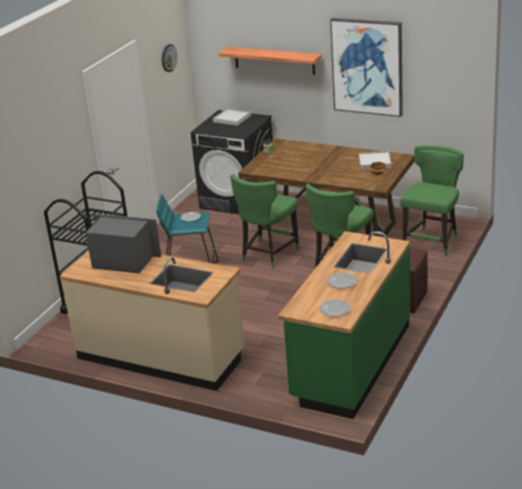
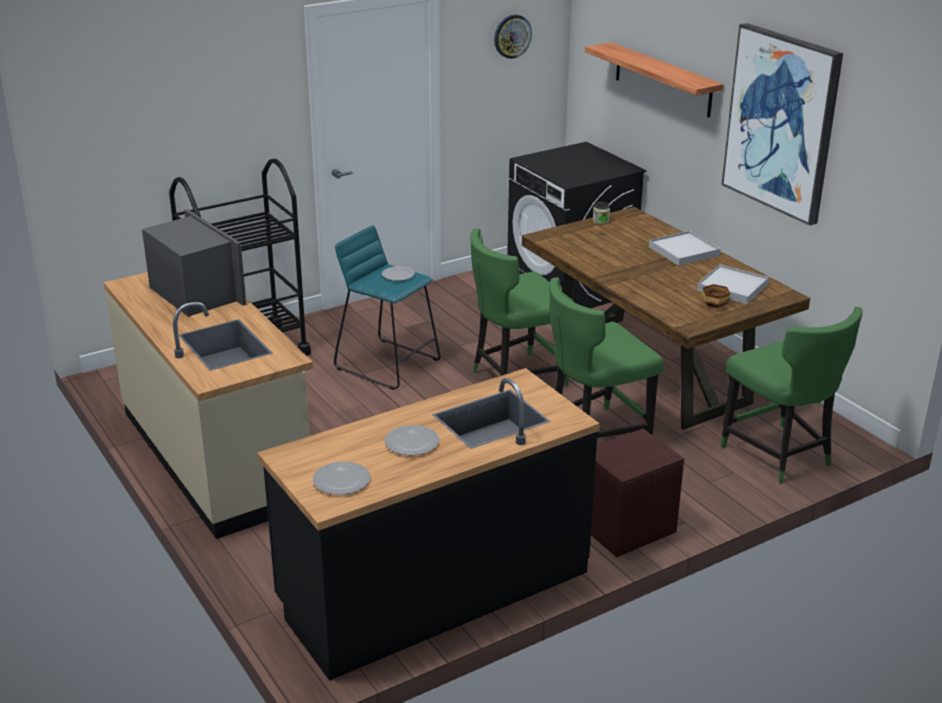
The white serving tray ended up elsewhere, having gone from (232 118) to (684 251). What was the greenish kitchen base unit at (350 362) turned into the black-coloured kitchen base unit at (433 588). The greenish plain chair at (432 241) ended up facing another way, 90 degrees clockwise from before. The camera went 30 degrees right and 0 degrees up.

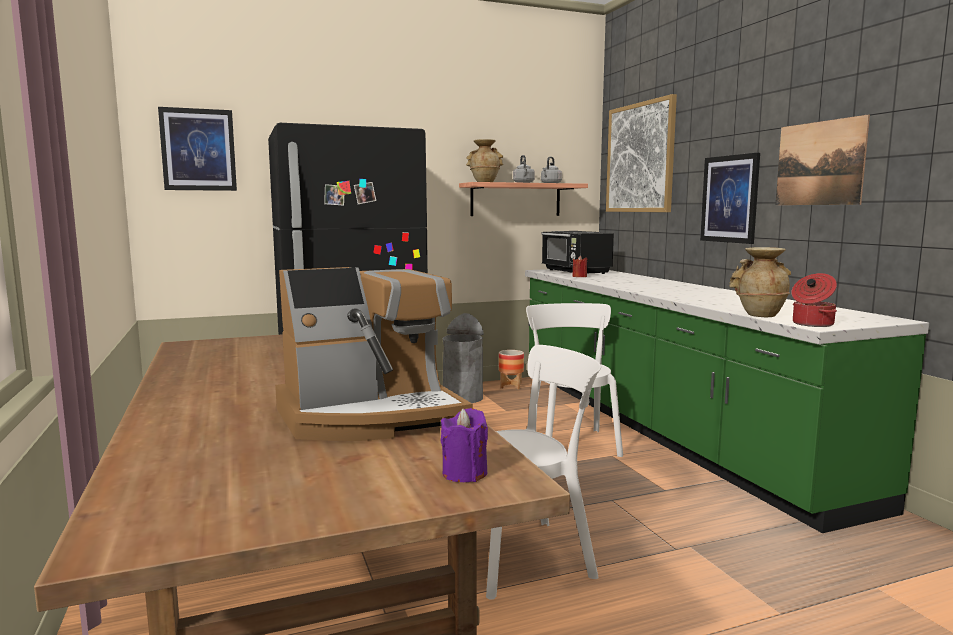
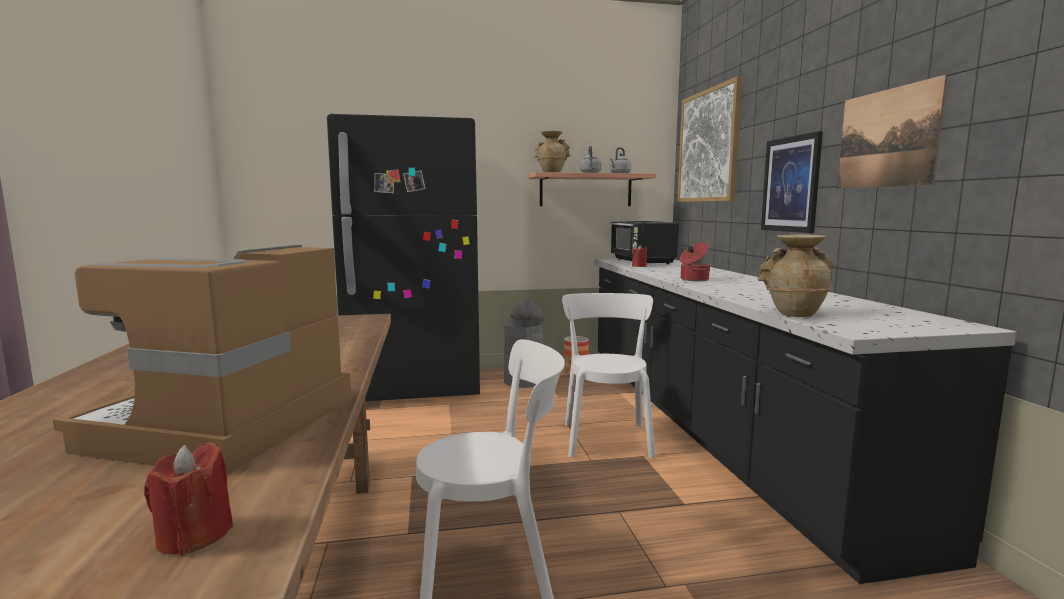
The second view lost the wall picture at (198 150). The coffee brewer at (371 416) ended up facing another way, 120 degrees clockwise from before. What was the purple-coloured candle at (464 473) turned into the red candle at (194 535). What was the greenish kitchen base unit at (660 427) turned into the black-coloured kitchen base unit at (709 425). The saucepot ended up elsewhere, having gone from (811 324) to (693 279). The camera went 10 degrees right and 0 degrees up.

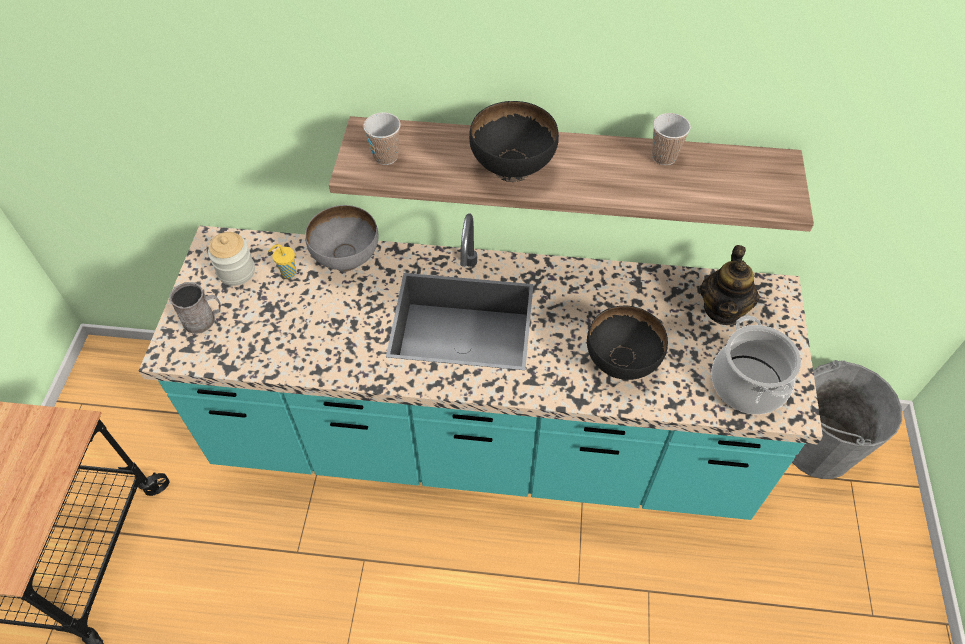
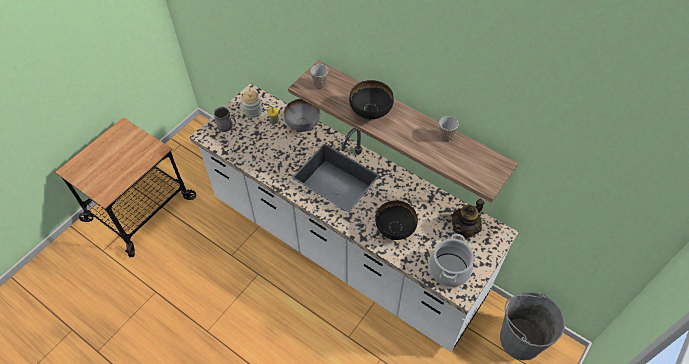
What was the blue-green kitchen base unit at (482 442) turned into the white kitchen base unit at (345 248). The camera went 30 degrees right and 0 degrees up.

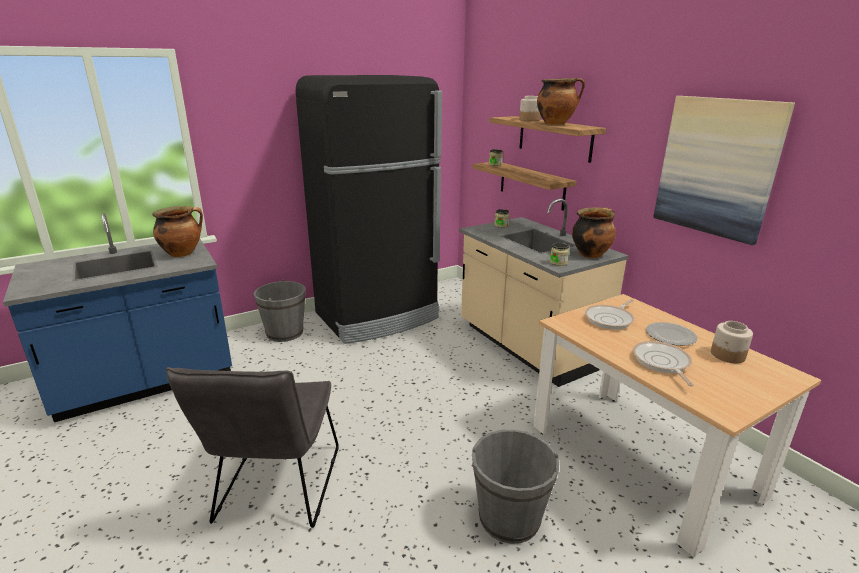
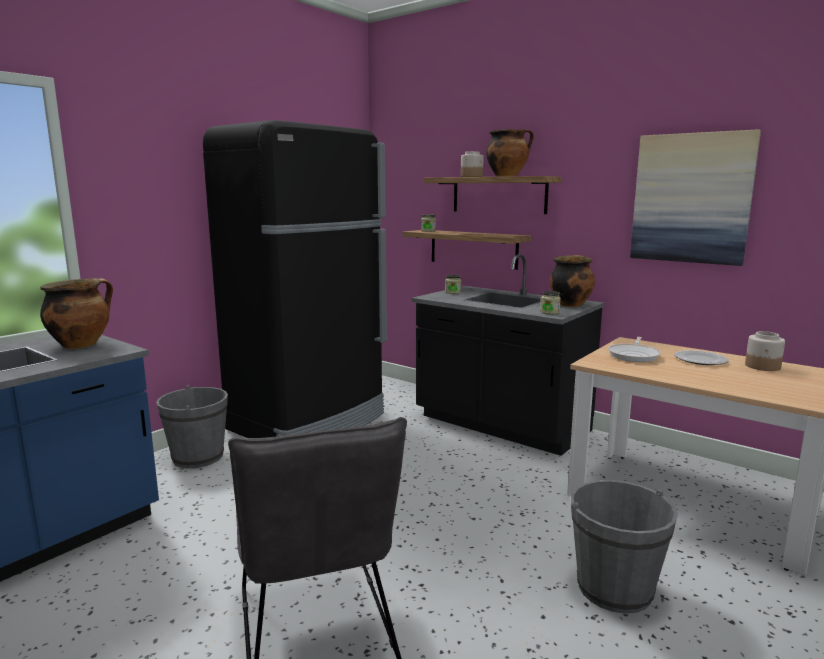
What was the beige kitchen base unit at (527 346) turned into the black-coloured kitchen base unit at (501 425). The second view lost the skillet at (661 363). The camera went 20 degrees left and 10 degrees down.

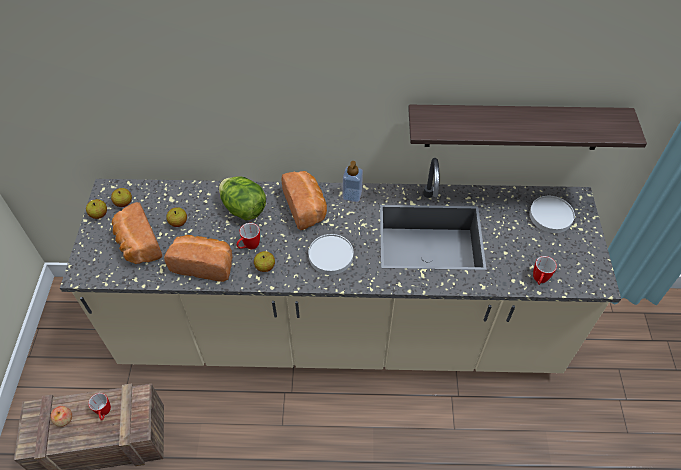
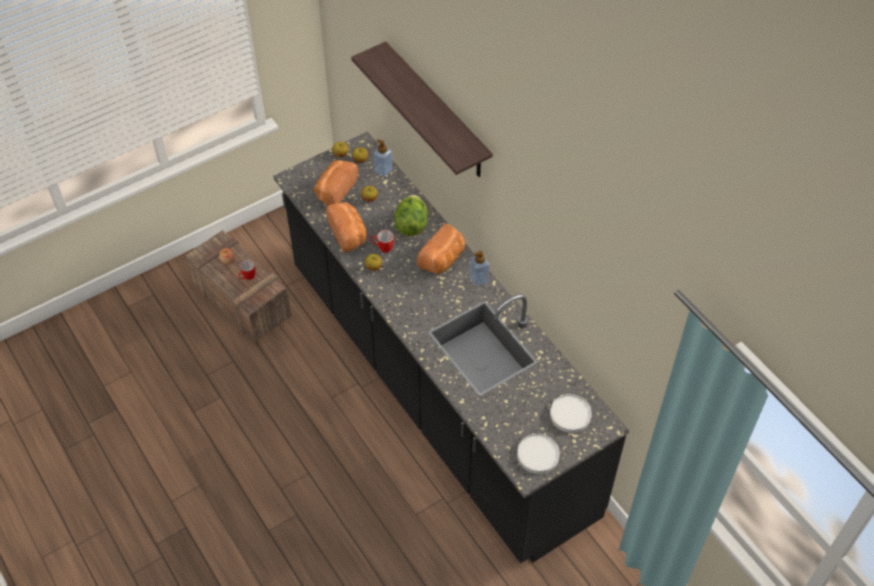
What was the beige kitchen base unit at (340 333) turned into the black-coloured kitchen base unit at (437 389). The white plate ended up elsewhere, having gone from (330 256) to (537 455). The shelf ended up elsewhere, having gone from (515 127) to (437 112). The second view lost the mug at (539 281). The second view gained the soap bottle at (383 170). The camera went 55 degrees right and 0 degrees up.

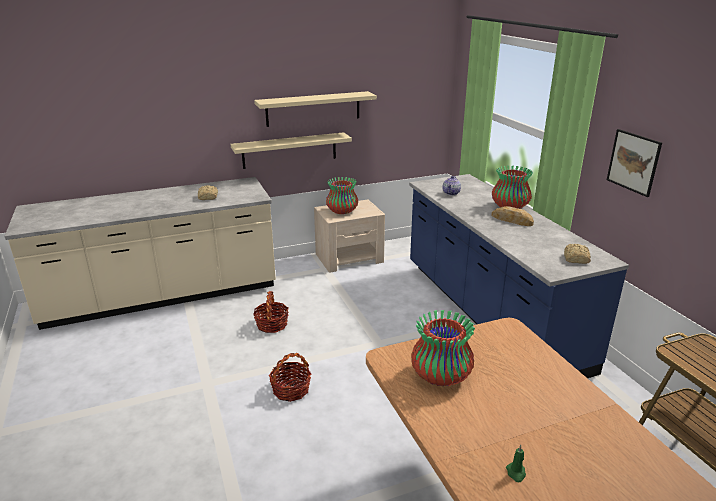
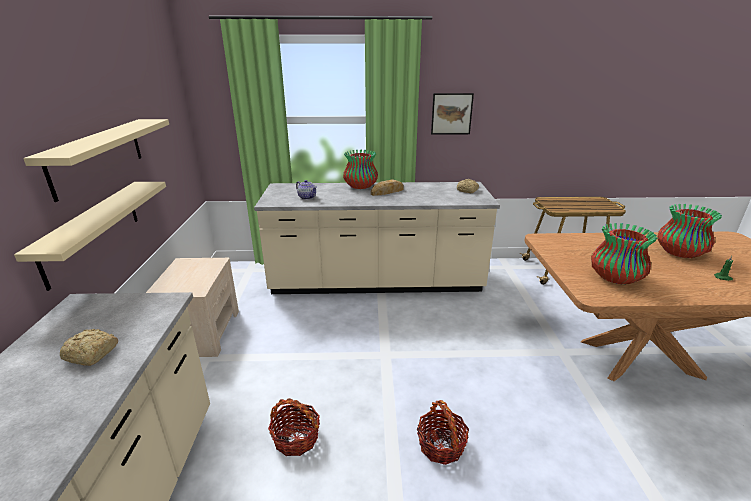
The vase ended up elsewhere, having gone from (342 211) to (679 253). What was the bluish kitchen base unit at (489 314) turned into the beige kitchen base unit at (376 282). The camera went 70 degrees left and 0 degrees up.

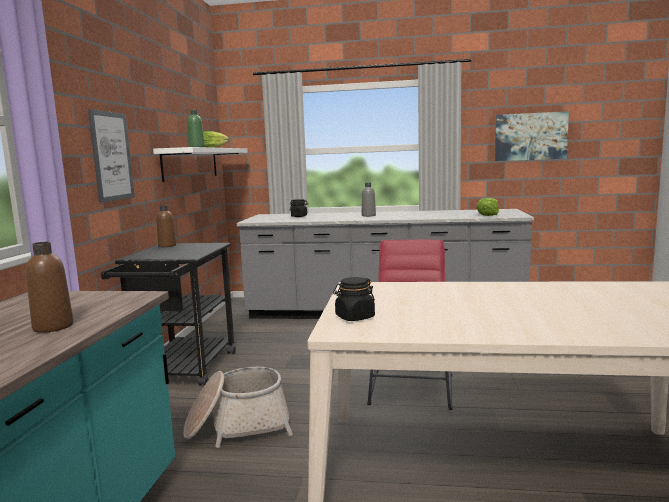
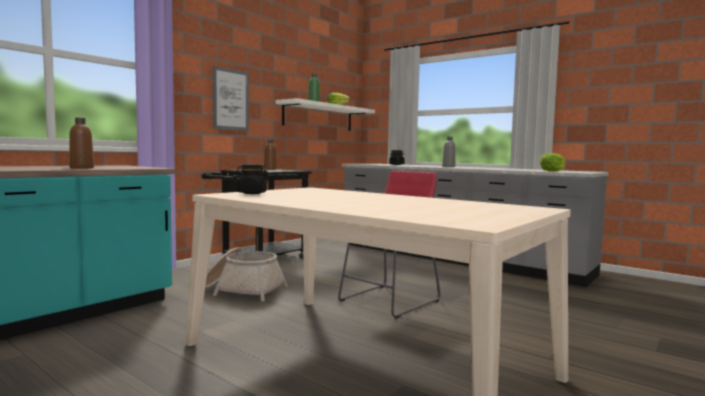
The second view lost the wall picture at (530 136). The camera went 30 degrees right and 5 degrees down.

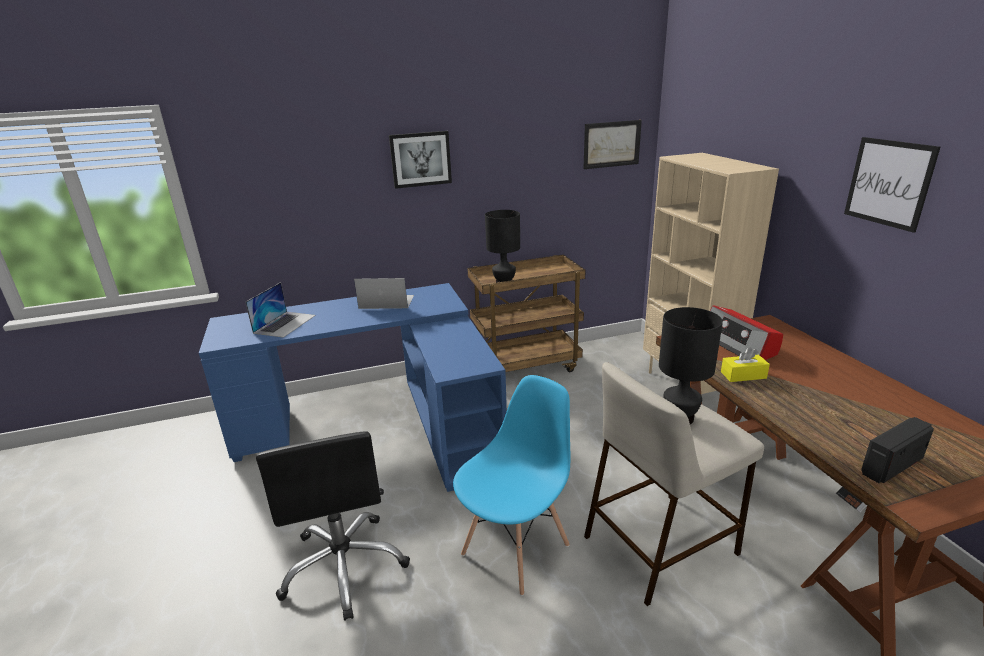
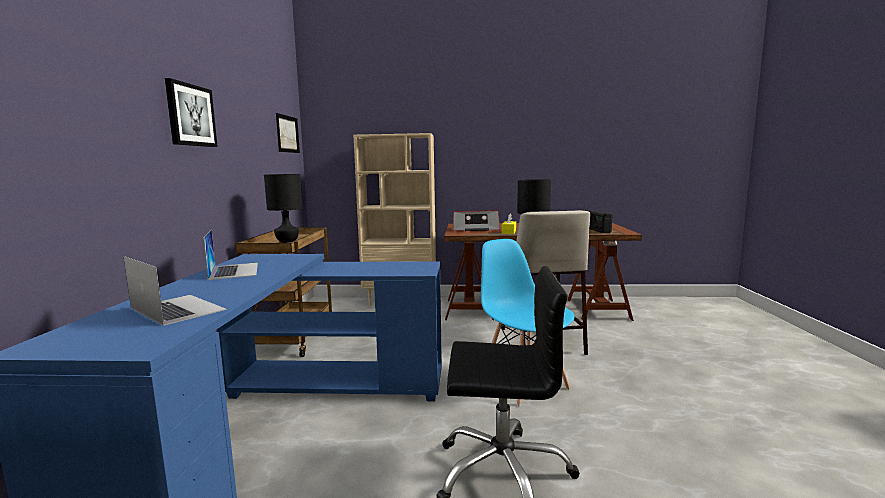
The laptop at (386 302) ended up facing another way, 135 degrees clockwise from before. The second view lost the wall picture at (889 183). The camera went 70 degrees left and 15 degrees down.

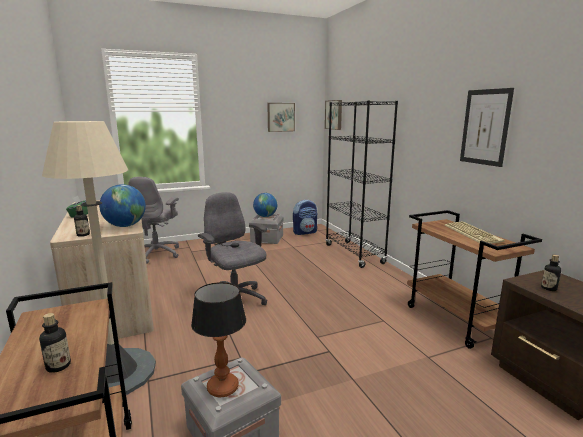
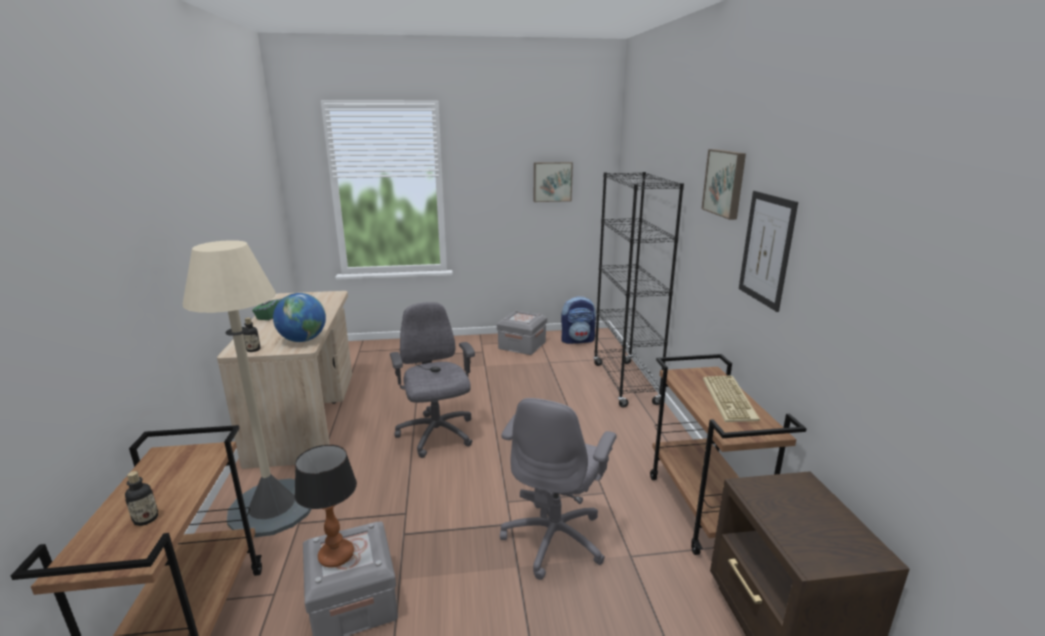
The grey office chair ended up elsewhere, having gone from (157 254) to (555 538). The second view lost the globe at (265 216). The wall picture ended up elsewhere, having gone from (334 114) to (725 183). The second view lost the beverage bottle at (548 288). The camera went 15 degrees right and 5 degrees up.

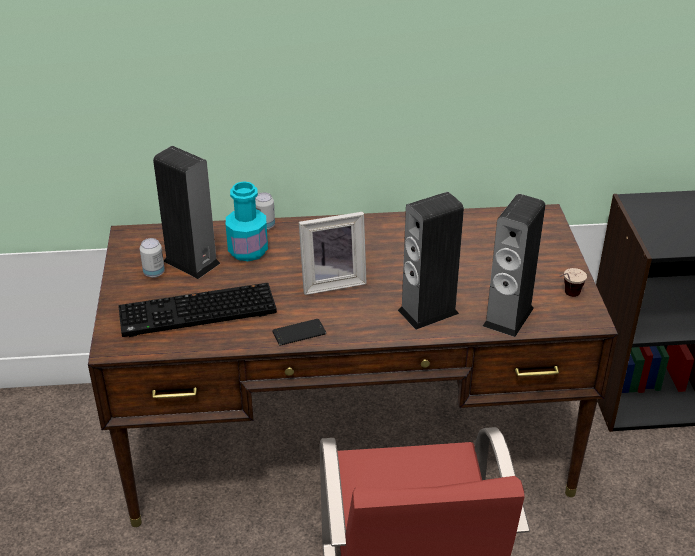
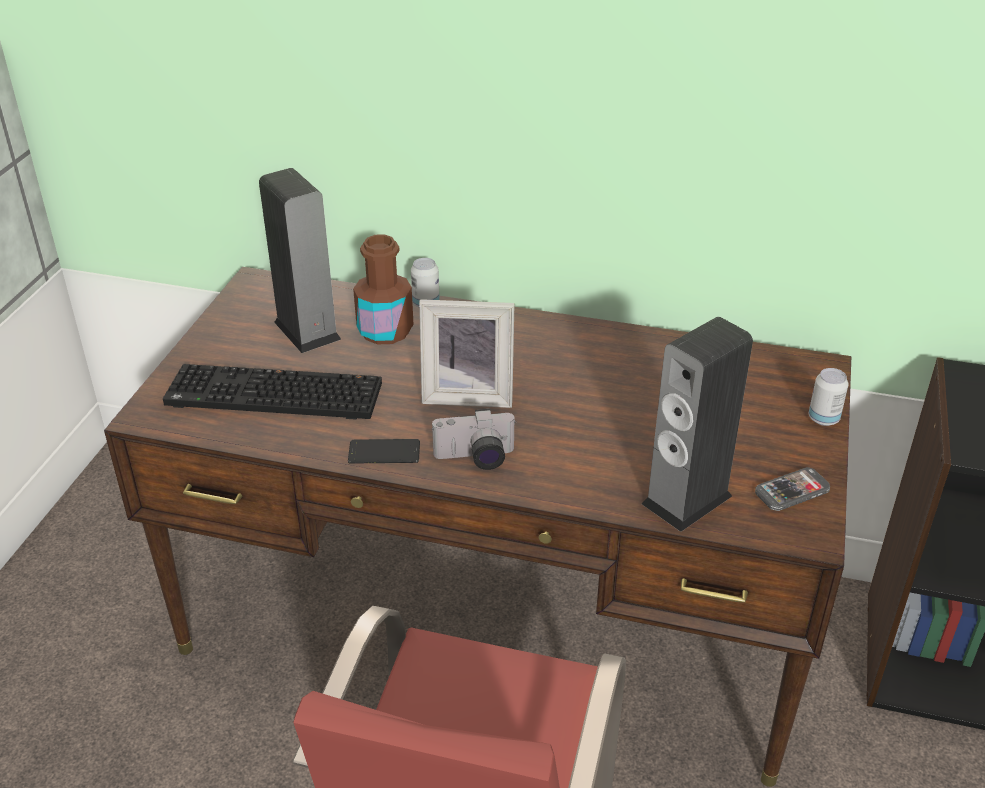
The metal can ended up elsewhere, having gone from (154 273) to (823 419). What was the blue-green beverage bottle at (248 250) turned into the brownish beverage bottle at (385 331). The second view lost the audio speaker at (428 312). Where the cup stood at (567 296), the telephone came to stand at (792 491). The second view gained the still camera at (475 459). The camera went 20 degrees right and 0 degrees up.

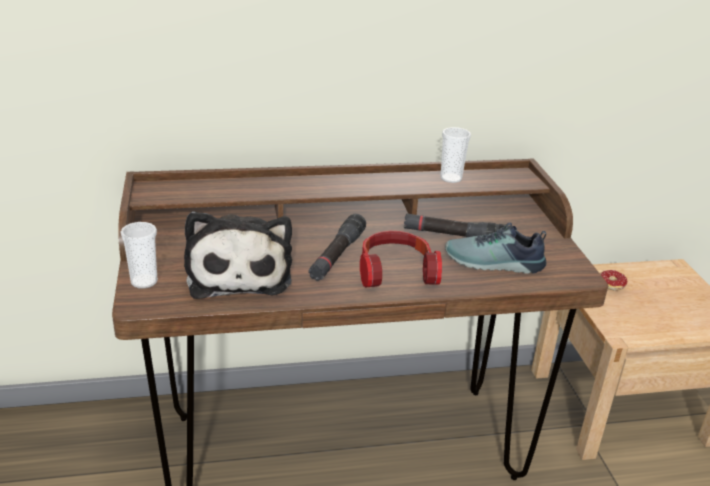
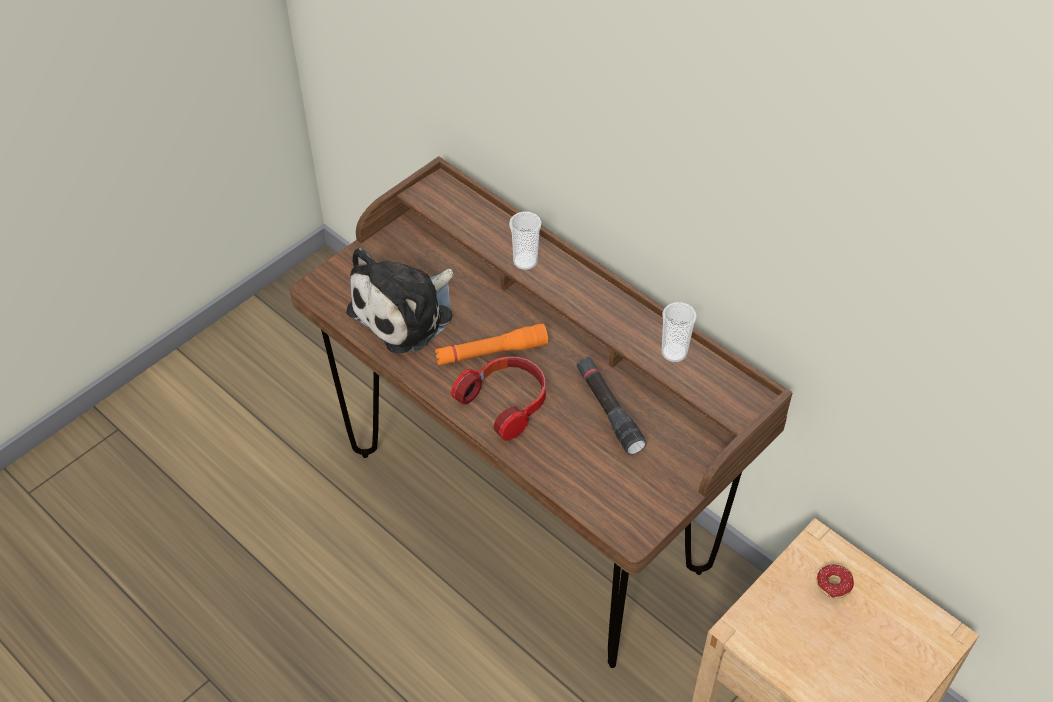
The cup ended up elsewhere, having gone from (144 281) to (525 261). What was the black-coloured torch at (337 255) turned into the orange torch at (491 352). The second view lost the low shoe at (494 263). The camera went 55 degrees right and 20 degrees up.

